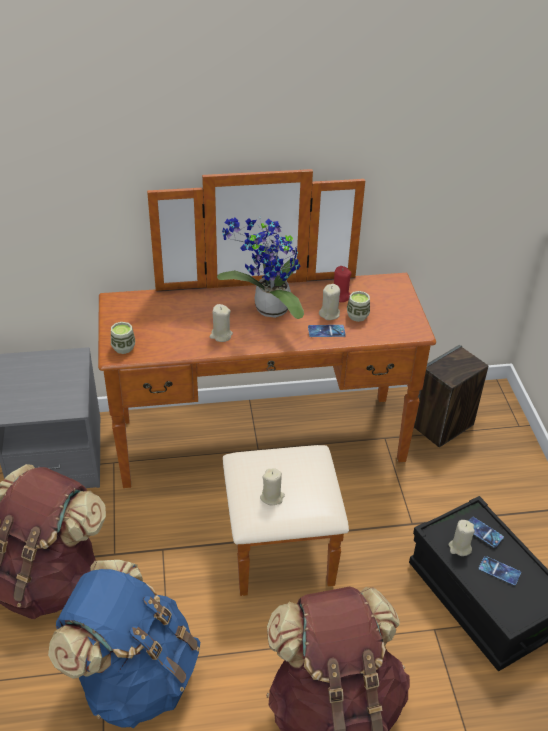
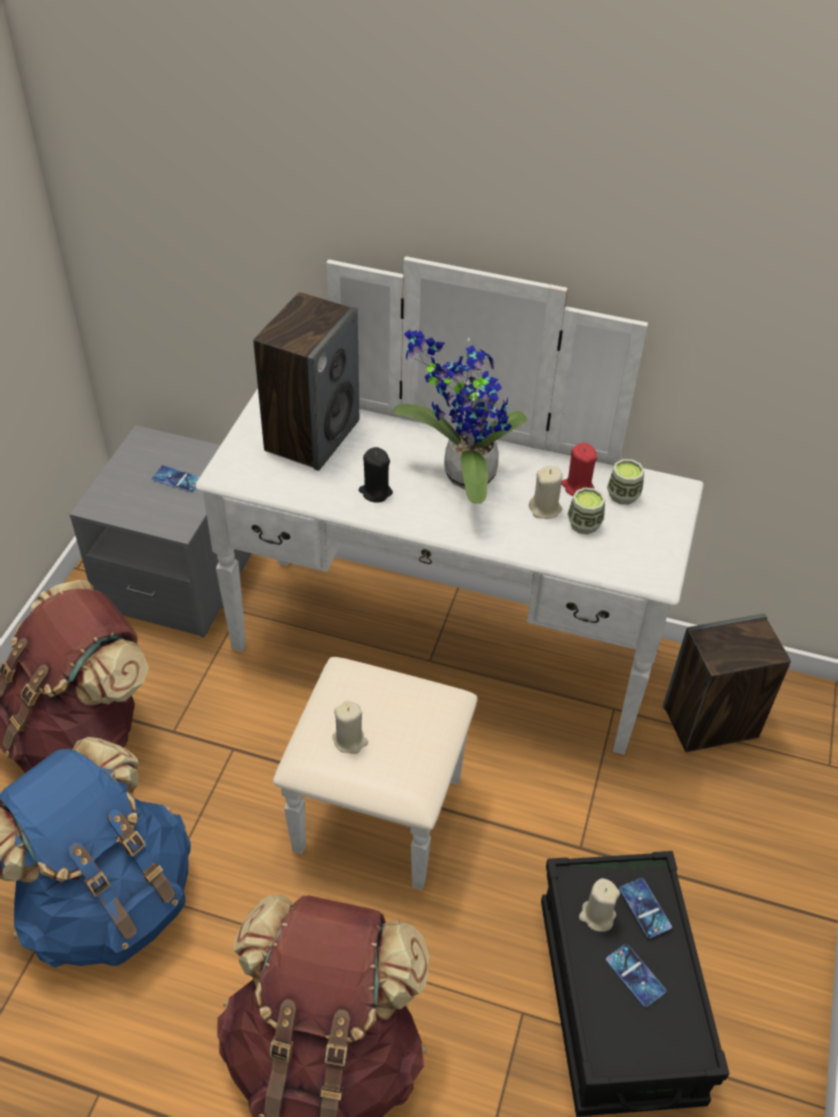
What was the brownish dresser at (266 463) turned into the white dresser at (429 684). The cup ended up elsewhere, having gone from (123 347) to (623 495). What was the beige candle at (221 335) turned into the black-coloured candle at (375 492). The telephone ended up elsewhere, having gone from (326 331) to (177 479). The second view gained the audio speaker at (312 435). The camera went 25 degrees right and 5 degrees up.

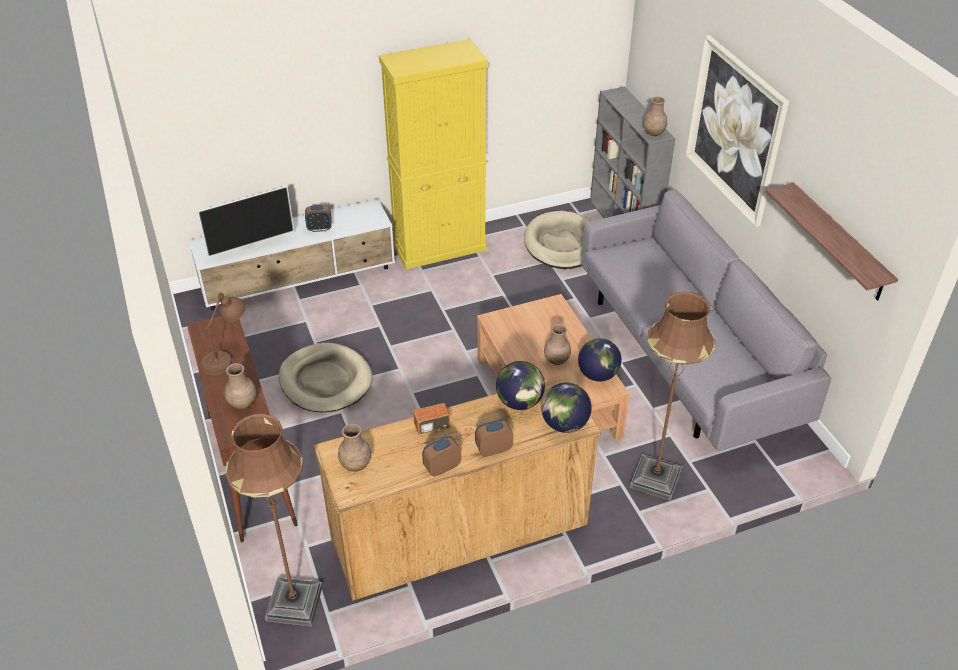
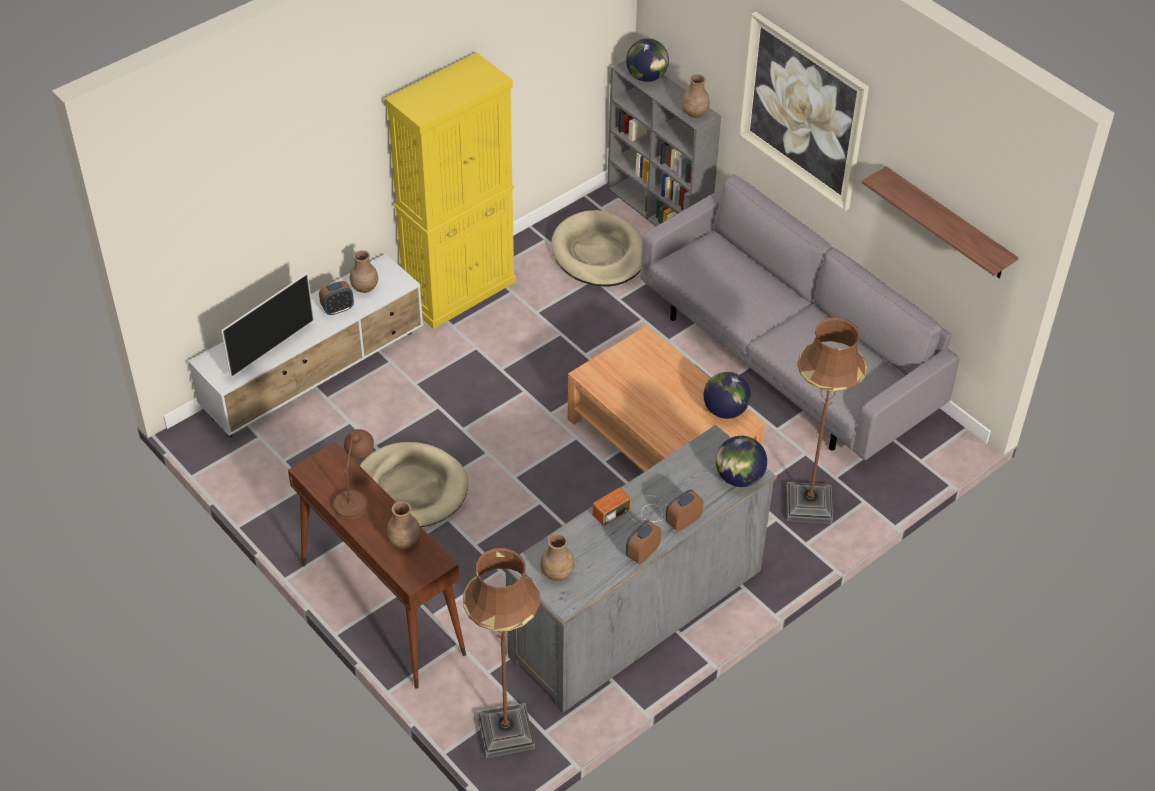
What was the brownish dresser at (459 531) turned into the grey dresser at (636 613). The globe ended up elsewhere, having gone from (519 402) to (646 77). The brownish vase ended up elsewhere, having gone from (556 360) to (364 288). The camera went 20 degrees left and 5 degrees up.

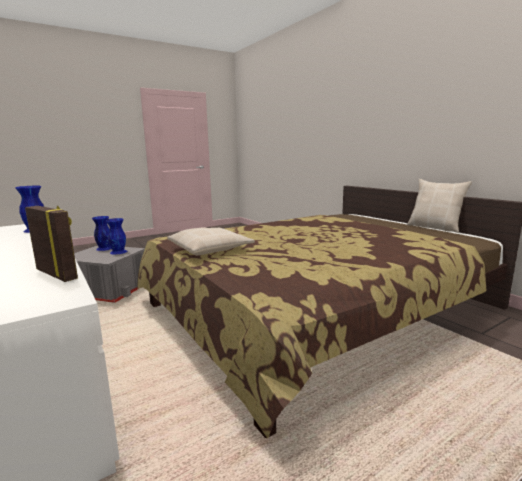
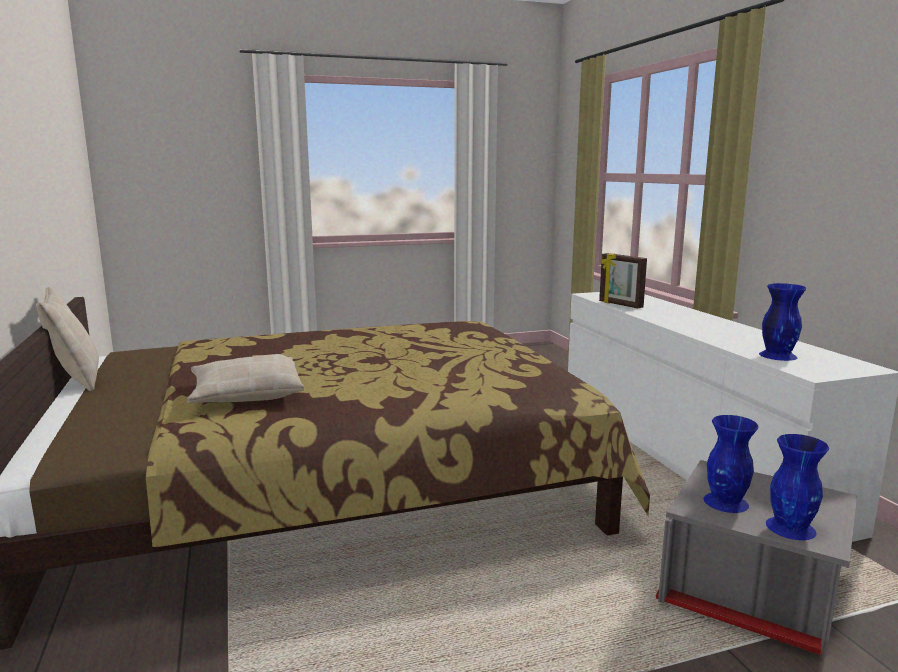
The beige throw pillow ended up elsewhere, having gone from (210 249) to (246 393). The camera went 165 degrees left and 0 degrees up.

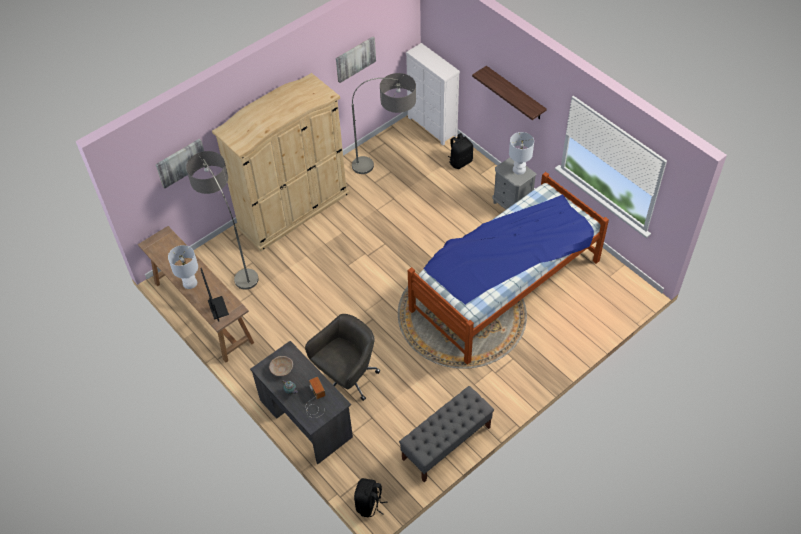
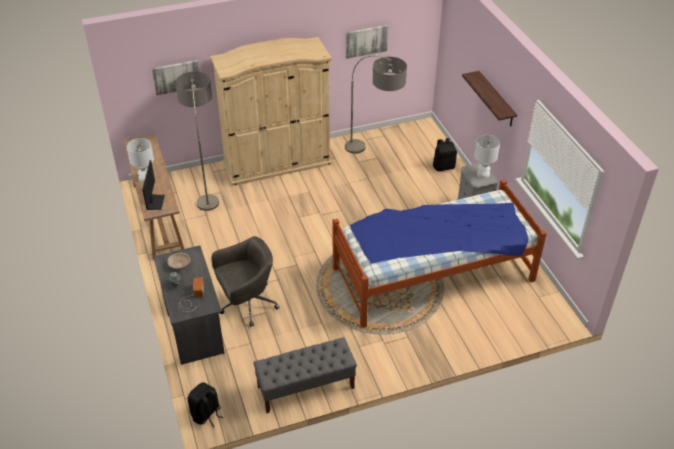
The second view lost the white dresser at (432 127). The camera went 20 degrees right and 10 degrees down.

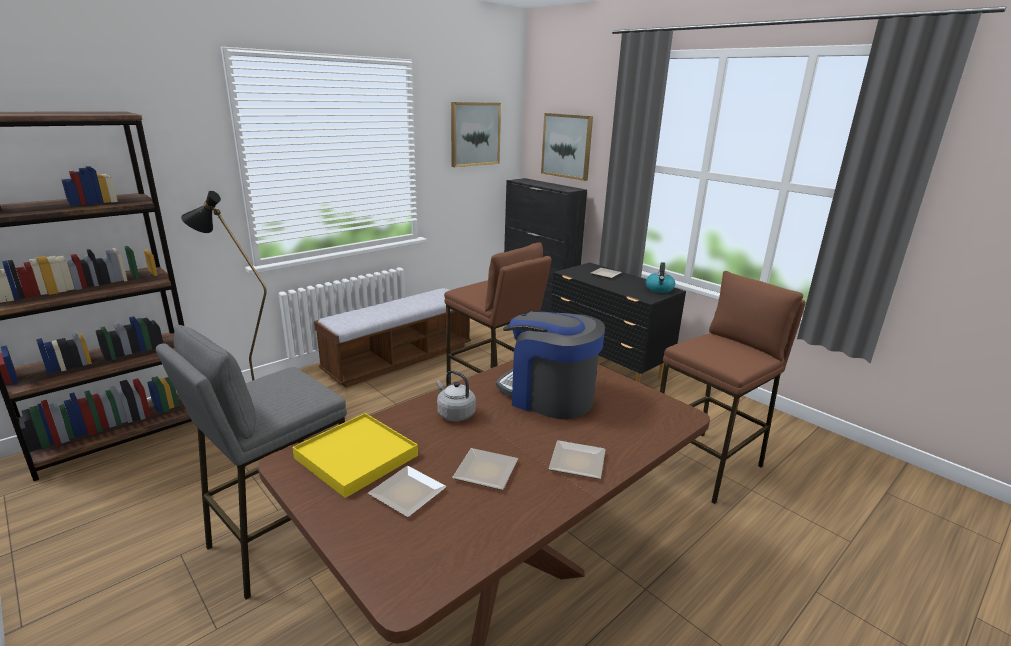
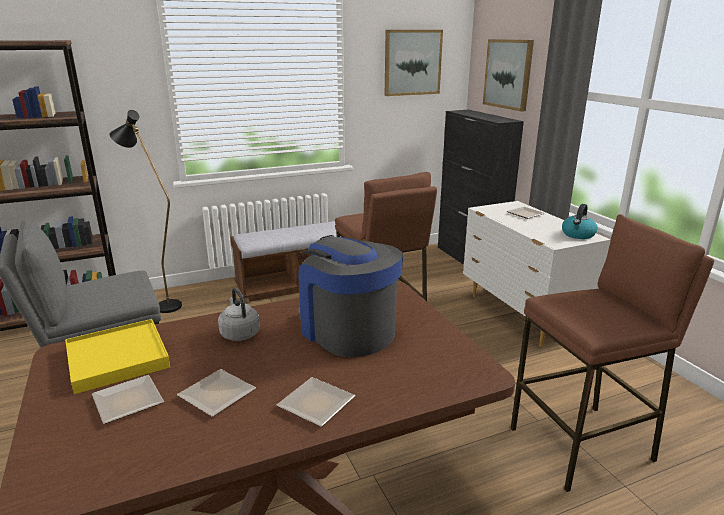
What was the black-coloured dresser at (608 366) turned into the white dresser at (521 316). The camera went 20 degrees right and 0 degrees up.

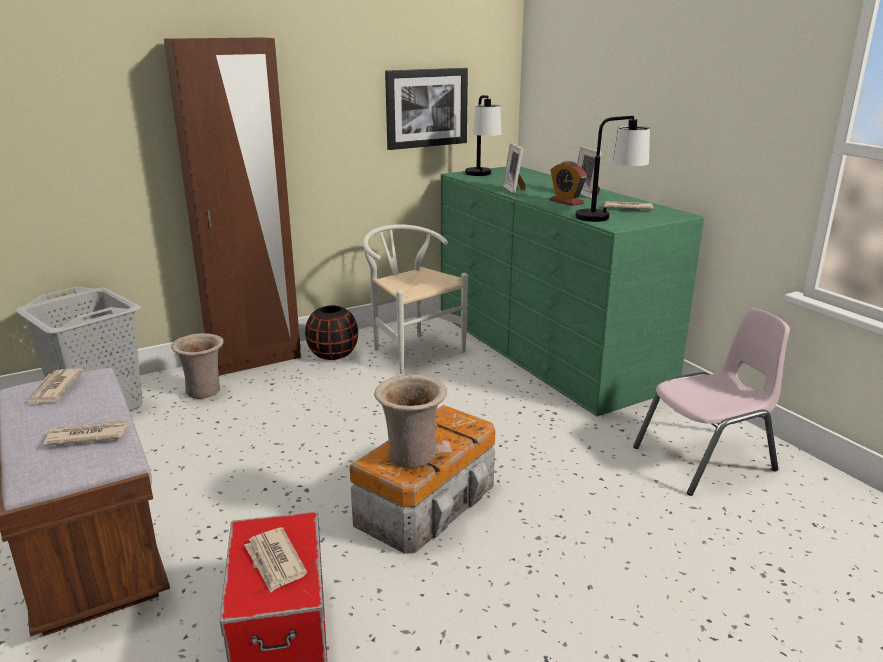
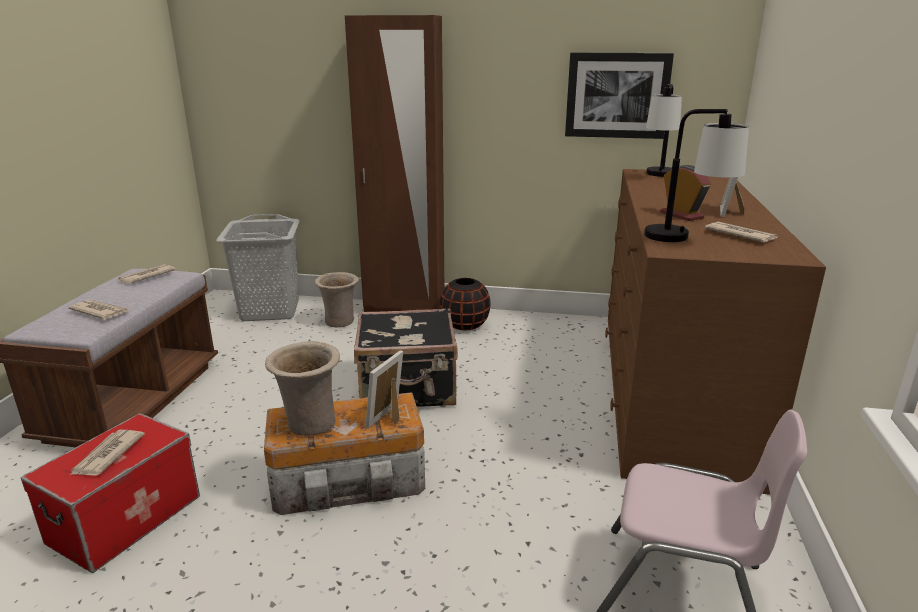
The second view lost the white plain chair at (411 350). What was the greenish dresser at (546 348) turned into the brownish dresser at (670 387). The picture frame ended up elsewhere, having gone from (515 189) to (390 417). The bedside clock at (566 202) ended up facing another way, 150 degrees clockwise from before. The second view gained the black-coloured suitcase at (408 389). The camera went 40 degrees right and 0 degrees up.

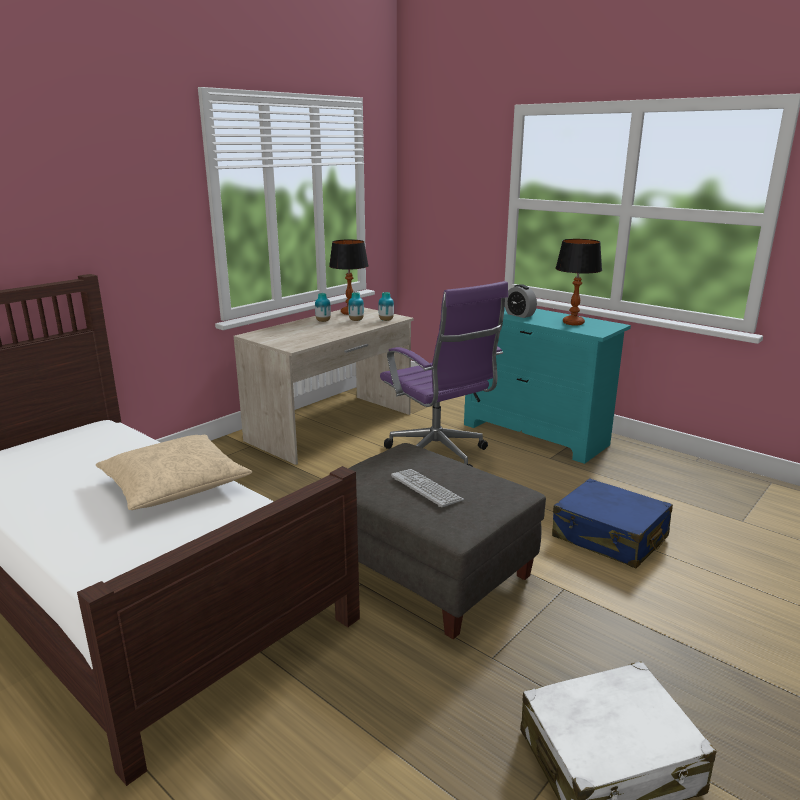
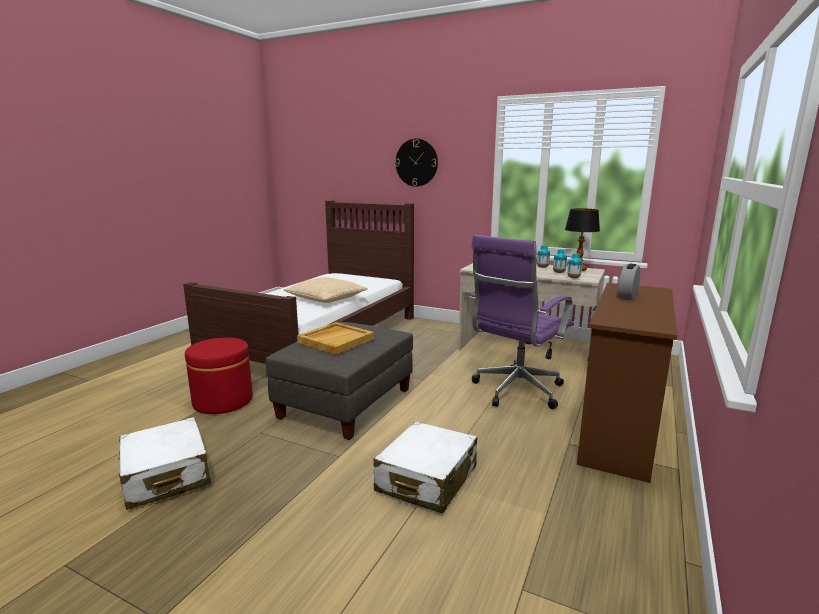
Where the keyboard stood at (426 488), the beige serving tray came to stand at (336 340). What was the blue-green dresser at (535 435) turned into the brownish dresser at (618 432). What was the bluish suitcase at (609 537) turned into the white suitcase at (426 479). The second view lost the table lamp at (573 323). The second view gained the red pouffe at (223 401). The second view gained the clock on the wall at (416 162). The camera went 75 degrees right and 5 degrees down.

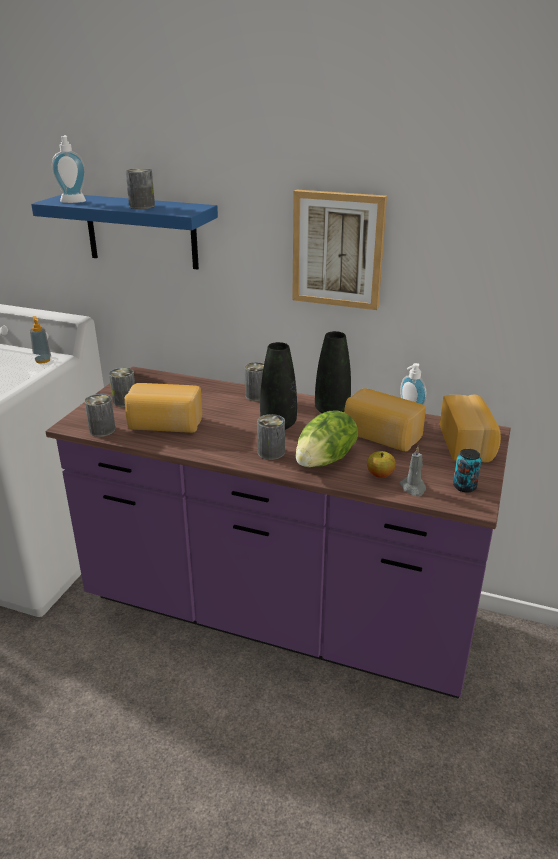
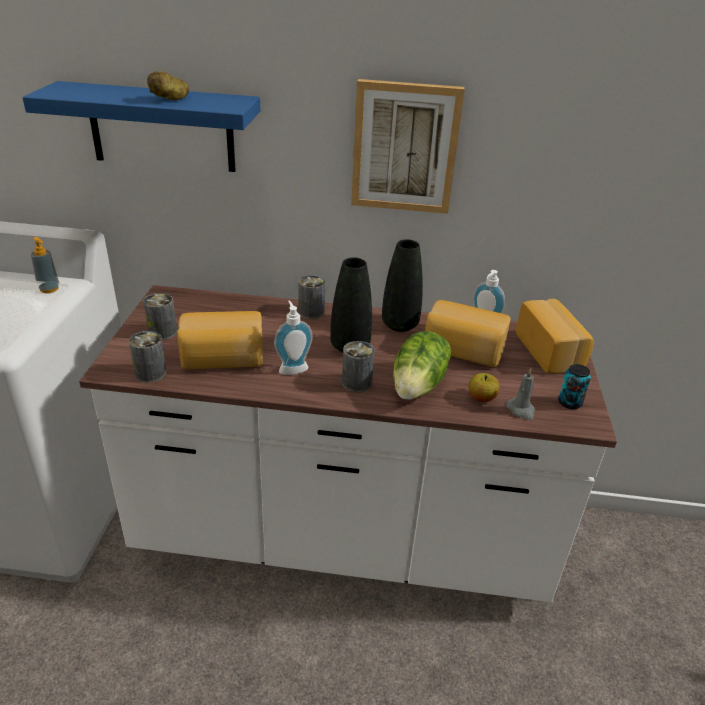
What was the purple-coloured kitchen base unit at (279 615) turned into the white kitchen base unit at (342 538). The soap bottle ended up elsewhere, having gone from (73 201) to (292 368). Where the metal can stood at (142 206), the potato came to stand at (170 99). The camera went 15 degrees left and 5 degrees up.

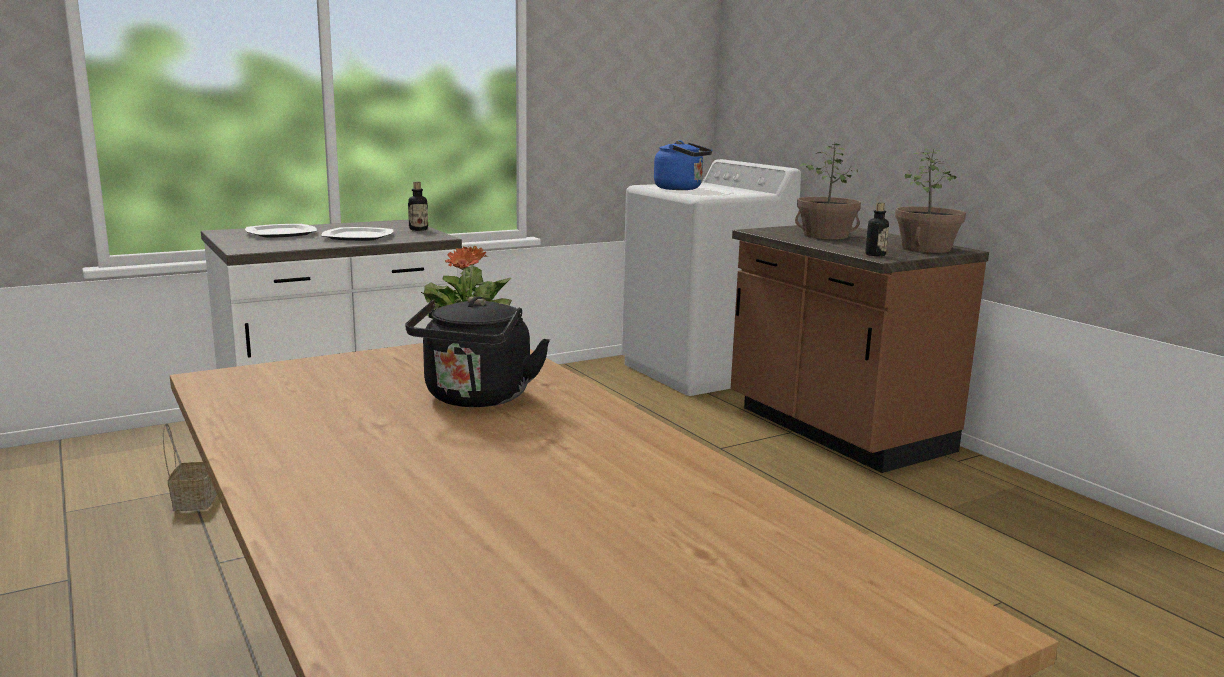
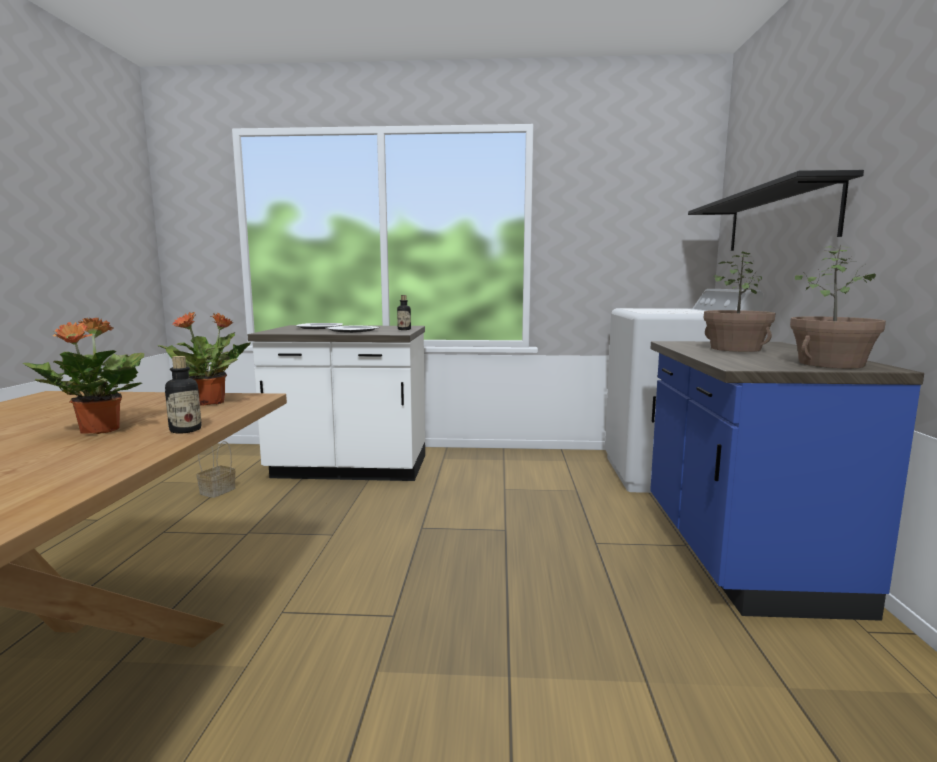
Where the black-coloured water kettle stood at (476 399), the houseplant came to stand at (99 431). The second view lost the bluish water kettle at (681 189). What was the brownish kitchen base unit at (835 431) turned into the bluish kitchen base unit at (739 556). The beverage bottle ended up elsewhere, having gone from (875 255) to (185 430). The second view gained the black-coloured shelf at (779 220). The camera went 35 degrees right and 5 degrees down.

